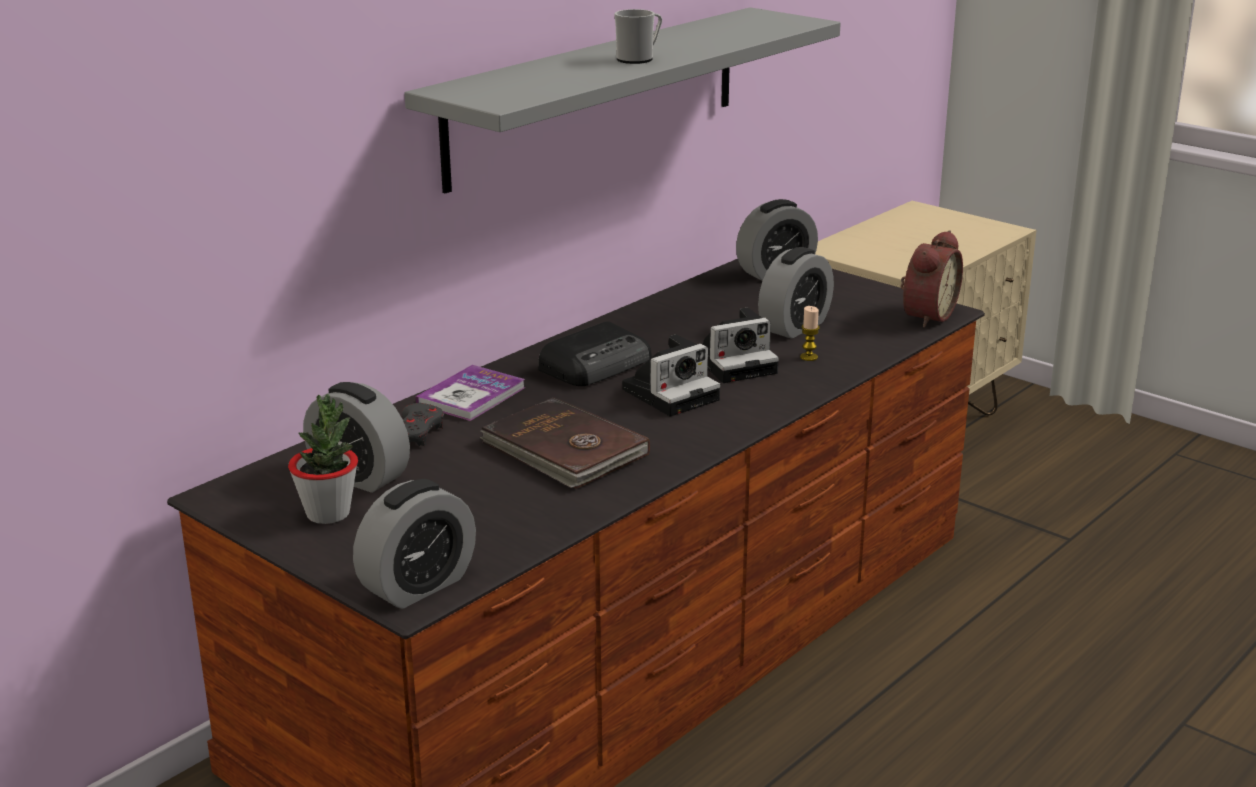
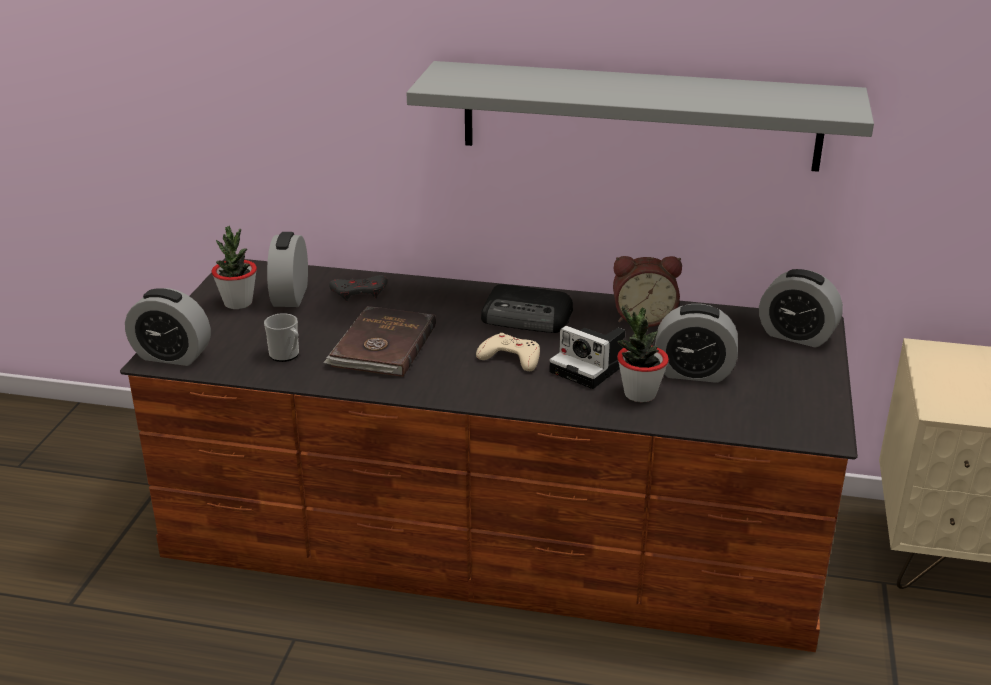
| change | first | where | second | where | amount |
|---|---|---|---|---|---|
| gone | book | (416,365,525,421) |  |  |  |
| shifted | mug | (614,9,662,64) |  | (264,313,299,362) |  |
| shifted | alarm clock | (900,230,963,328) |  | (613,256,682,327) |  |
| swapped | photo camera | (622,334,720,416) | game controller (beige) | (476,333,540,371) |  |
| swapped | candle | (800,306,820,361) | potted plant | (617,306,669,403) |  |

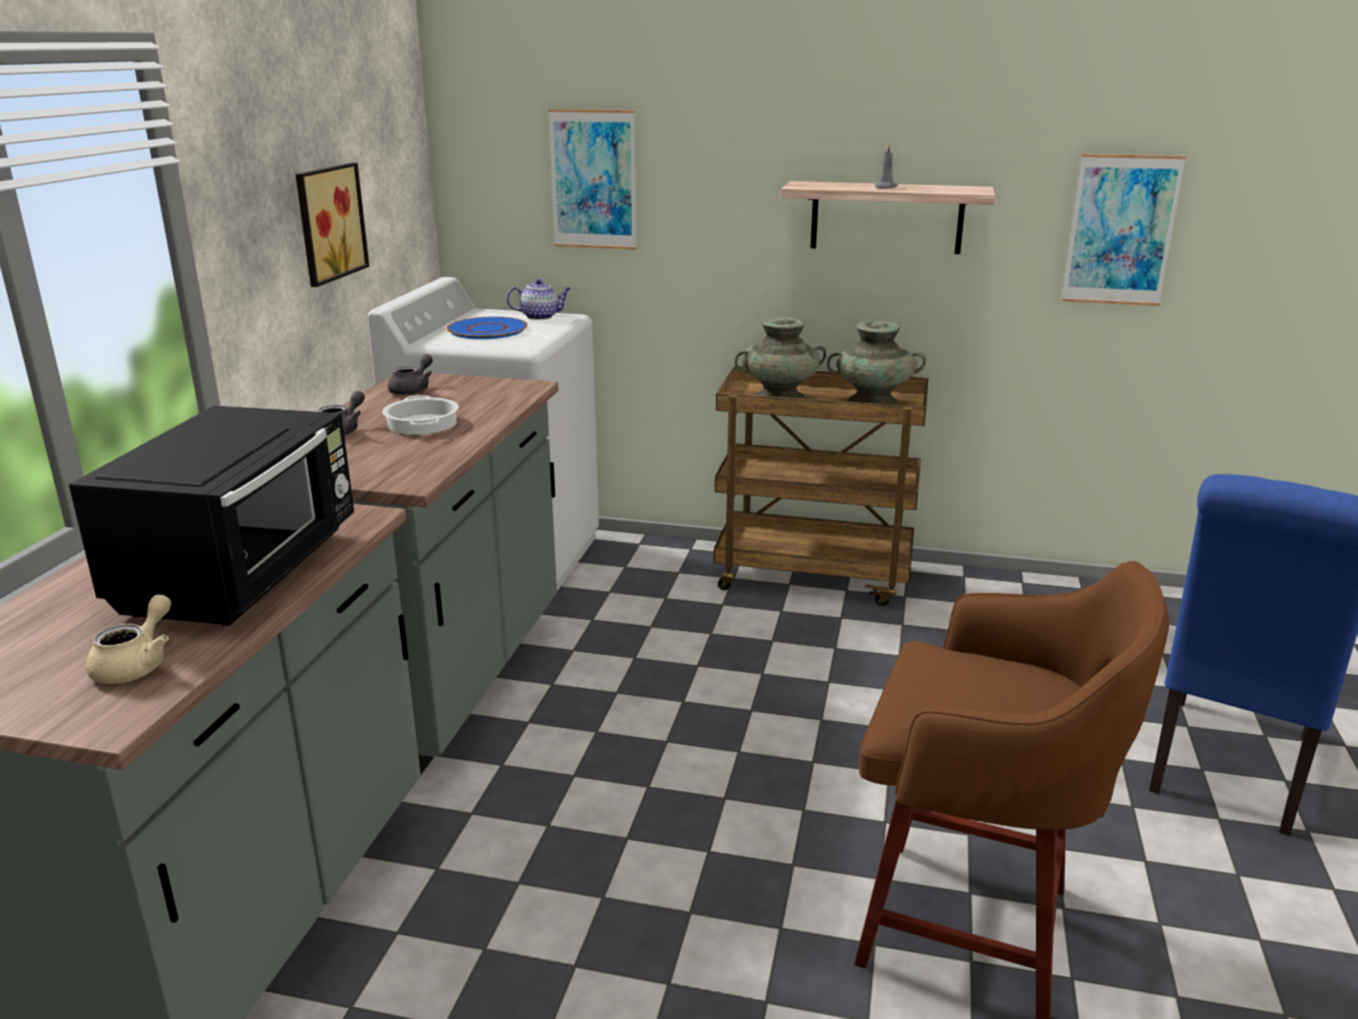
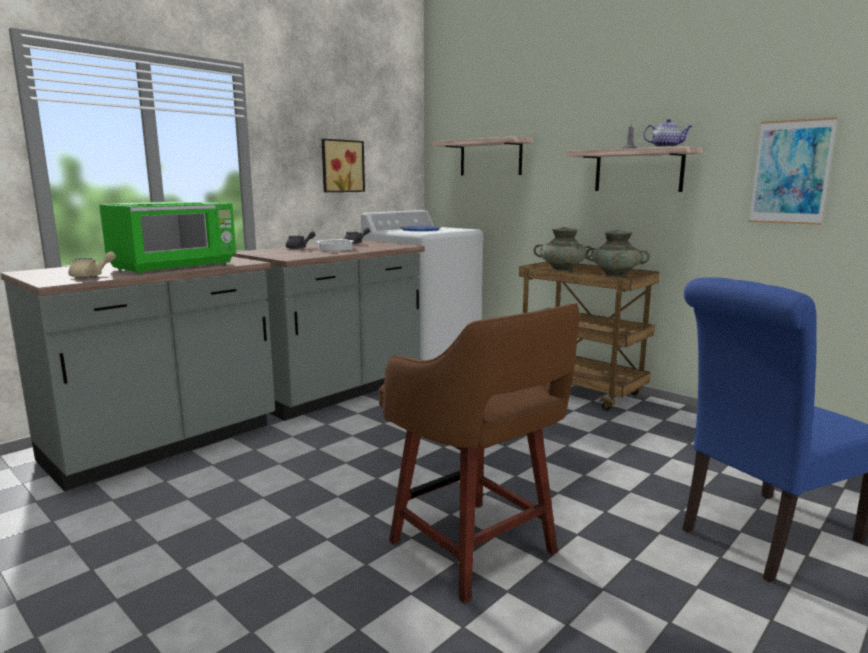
| change | first | where | second | where | amount |
|---|---|---|---|---|---|
| shifted | teapot | (506,279,571,320) |  | (643,119,692,147) |  |
| swapped | picture | (548,109,637,250) | shelf | (432,136,534,176) |  |
| repainted | microwave (black) | (69,406,354,626) | microwave (green) | (99,202,236,274) |  |

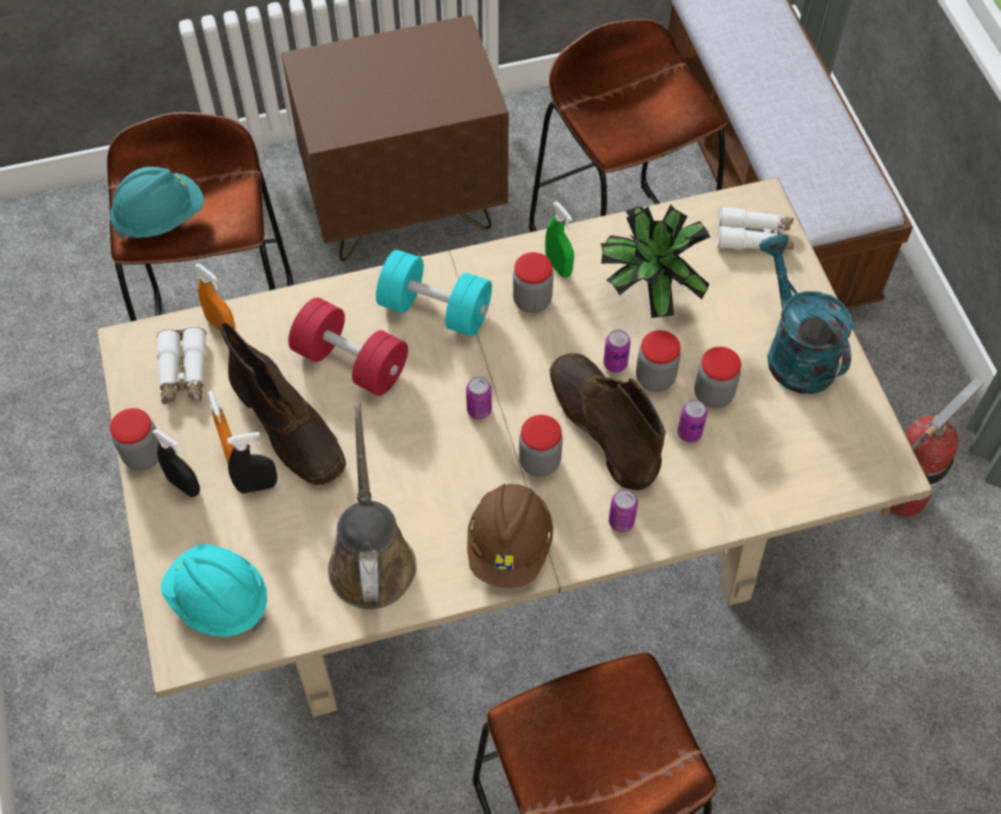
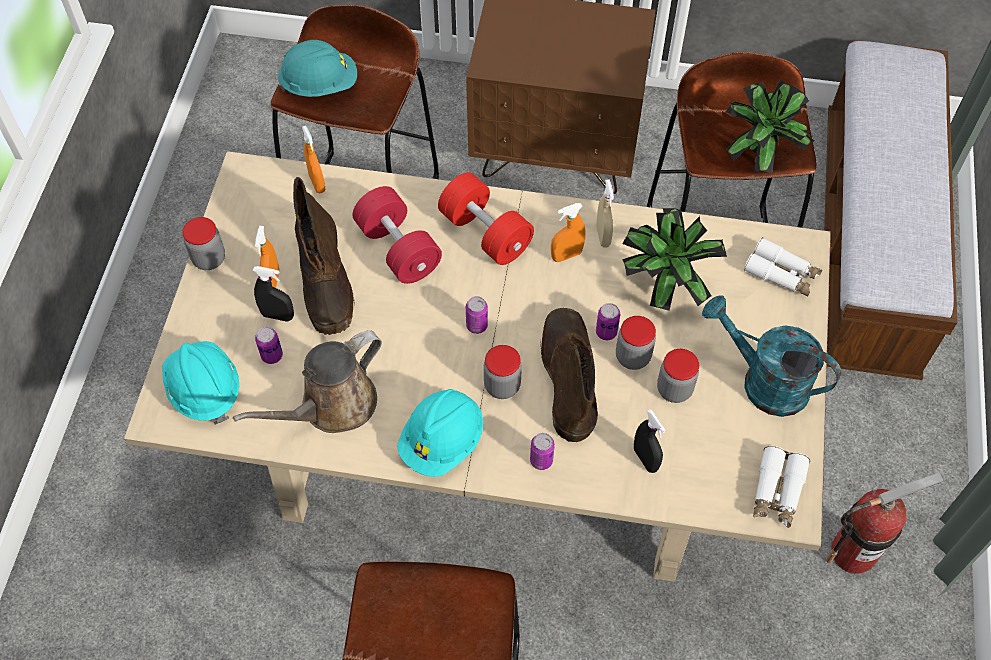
| change | first | where | second | where | amount |
|---|---|---|---|---|---|
| new |  |  | potted plant | (726,79,815,173) |  |
| shifted | spray bottle (black) | (153,428,200,497) |  | (634,409,666,473) |  |
| shifted | binoculars (white) | (157,326,206,404) |  | (753,446,810,528) |  |
| shifted | can | (677,399,707,442) |  | (255,327,283,364) |  |
| swapped | jar | (513,252,553,313) | spray bottle (orange) | (551,203,586,262) |  |
| repainted | dumbbell (turquoise) | (376,250,492,337) | dumbbell (red) | (438,172,534,265) |  |
| repainted | hard hat (brown) | (467,484,553,588) | hard hat (turquoise) | (397,389,483,477) |  |
| repainted | spray bottle (green) | (545,201,574,278) | spray bottle (beige) | (596,179,614,248) |  |
| rotated | watering can (brown) | (328,403,417,609) |  | (233,330,382,433) | 150 degrees counterclockwise |
| rotated | watering can (turquoise) | (759,234,853,394) |  | (702,295,841,417) | 60 degrees counterclockwise |

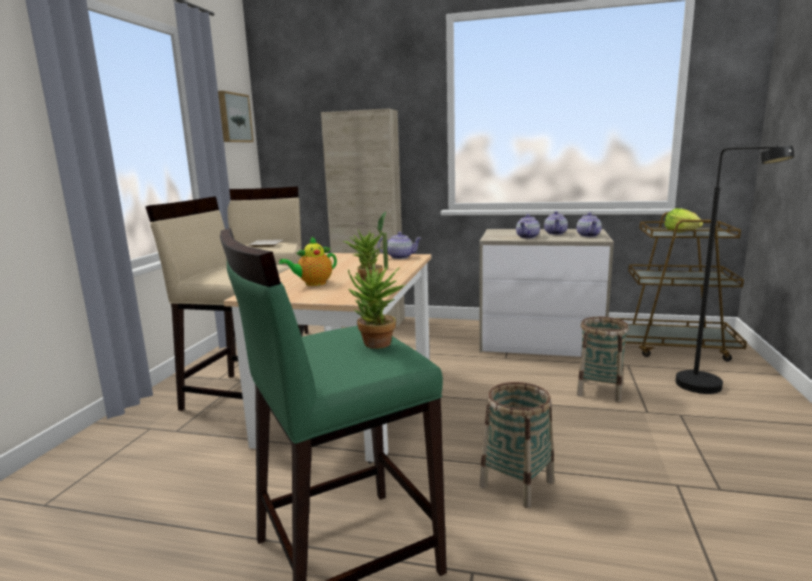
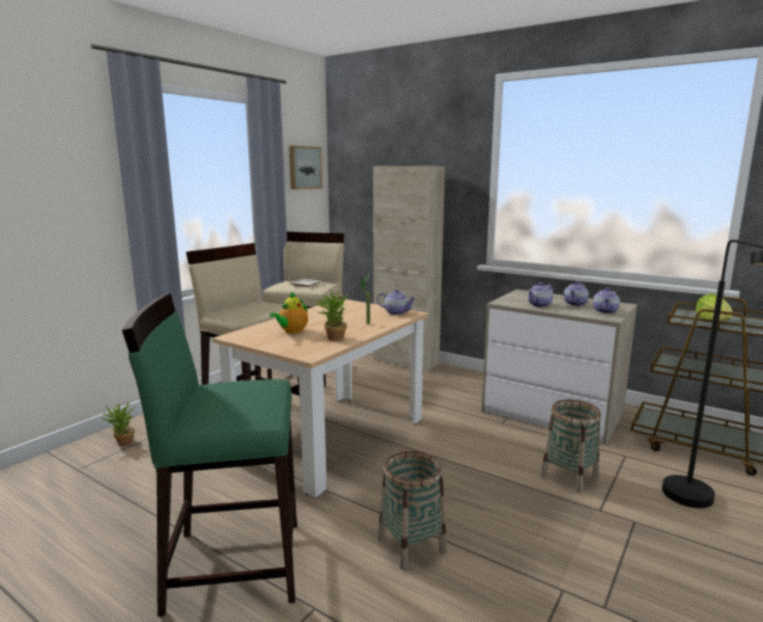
| change | first | where | second | where | amount |
|---|---|---|---|---|---|
| shifted | potted plant | (348,263,405,349) |  | (101,401,136,446) |  |
| rotated | teapot | (279,236,337,286) |  | (270,291,308,334) | 45 degrees counterclockwise |

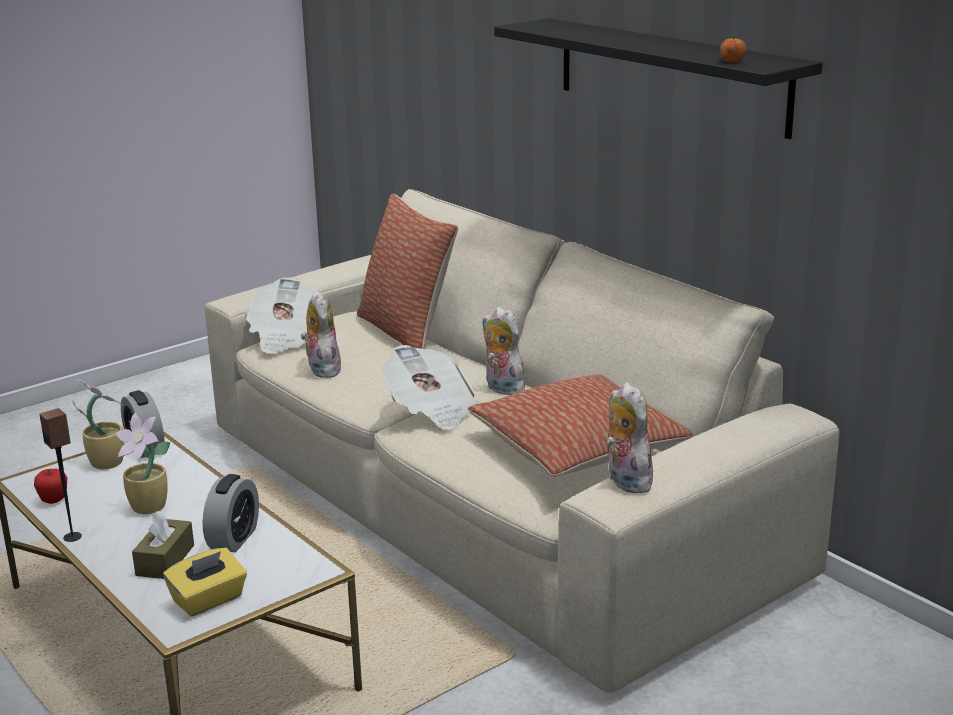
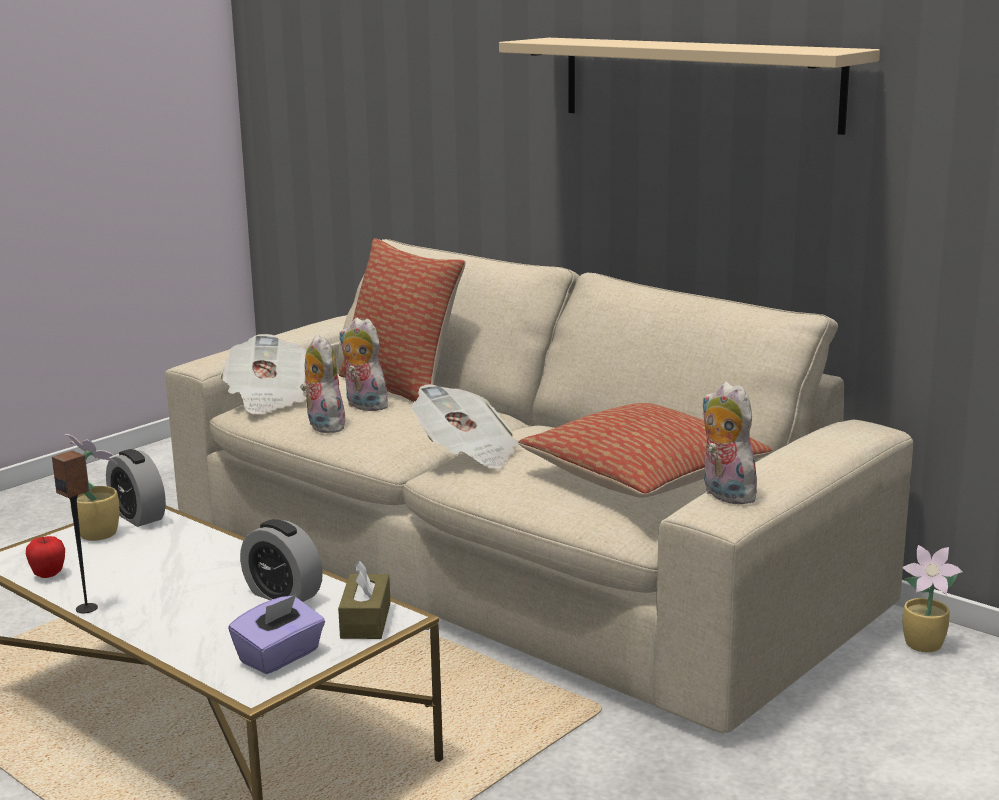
| change | first | where | second | where | amount |
|---|---|---|---|---|---|
| gone | apple | (720,34,746,62) |  |  |  |
| shifted | potted plant | (116,412,170,514) |  | (902,545,963,652) |  |
| shifted | tissue box (brown) | (132,511,194,579) |  | (338,560,391,639) |  |
| shifted | plush toy | (482,307,525,395) |  | (339,318,392,411) |  |
| repainted | tissue box (yellow) | (163,548,247,617) | tissue box (purple) | (228,595,325,674) |  |
| repainted | shelf (black) | (494,18,823,139) | shelf (beige) | (499,38,880,135) |  |
| rotated | alarm clock | (203,474,259,552) |  | (240,519,323,602) | 120 degrees clockwise |

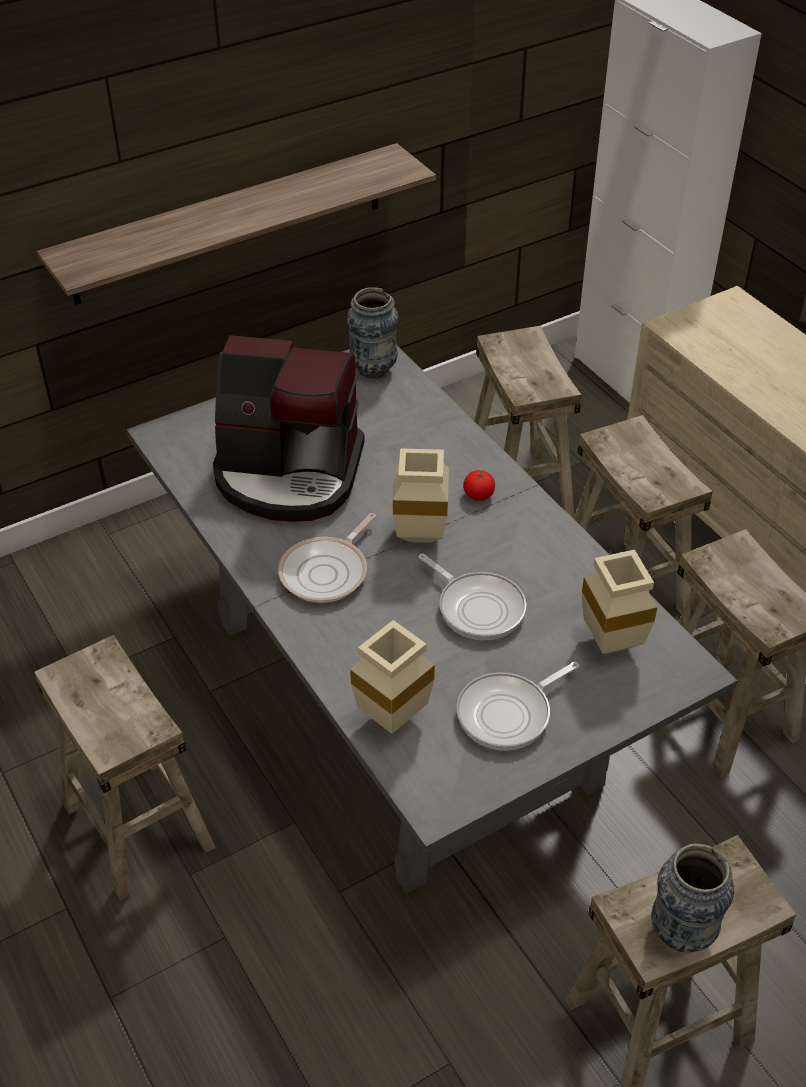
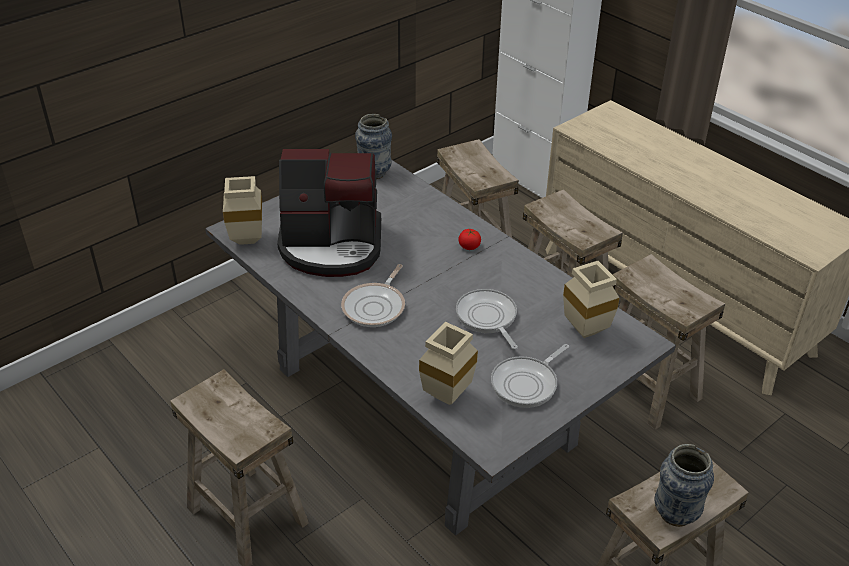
| change | first | where | second | where | amount |
|---|---|---|---|---|---|
| gone | shelf | (37,143,436,305) |  |  |  |
| shifted | vase (beige) | (393,448,449,543) |  | (223,176,262,245) |  |
| rotated | frying pan | (418,553,526,640) |  | (456,289,518,349) | 150 degrees counterclockwise |

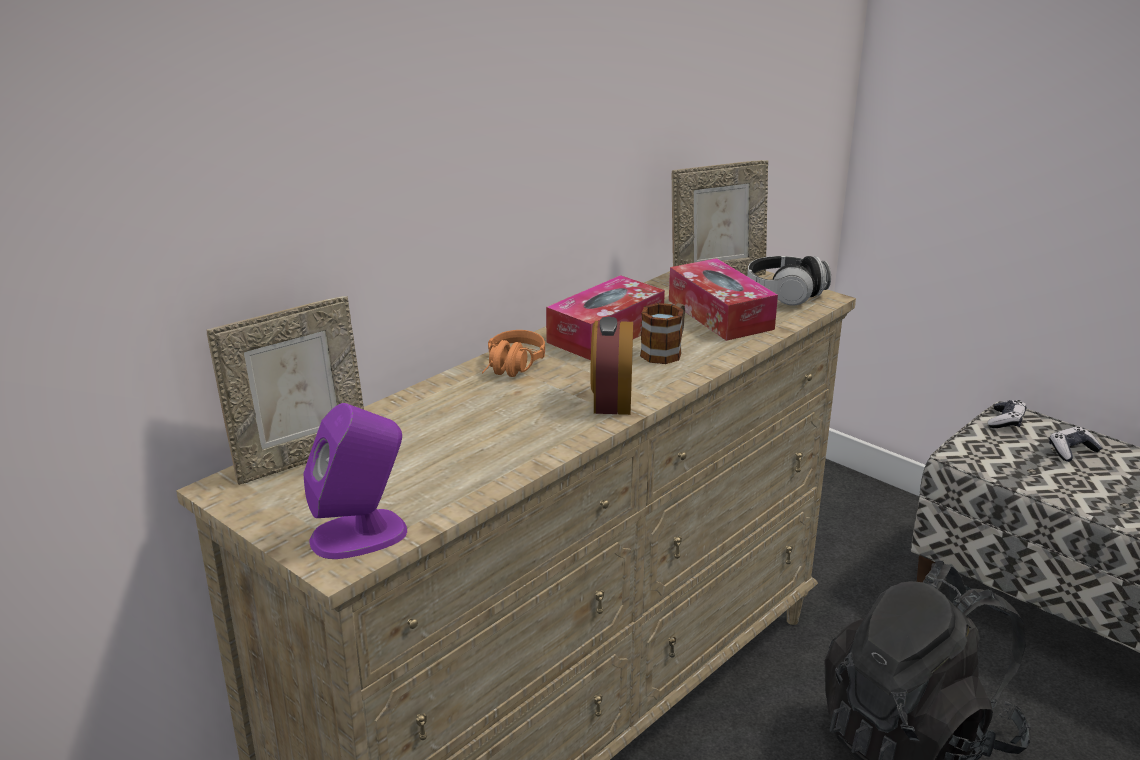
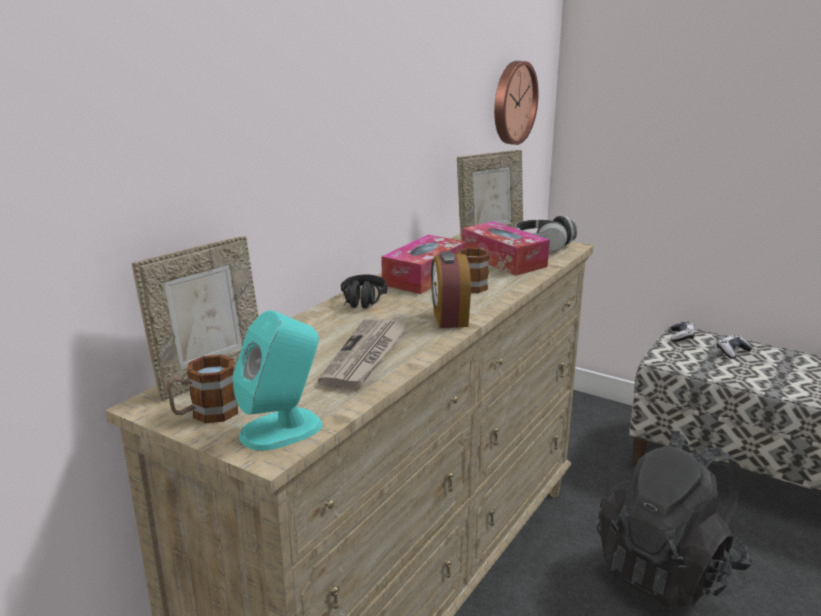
| change | first | where | second | where | amount |
|---|---|---|---|---|---|
| new |  |  | mug | (166,355,238,423) |  |
| new |  |  | newspaper | (318,318,408,389) |  |
| new |  |  | wall clock | (494,61,539,145) |  |
| repainted | speaker (purple) | (303,403,407,559) | speaker (turquoise) | (233,310,323,451) |  |
| repainted | headphones (orange) | (482,330,545,377) | headphones (black) | (341,275,387,309) |  |

